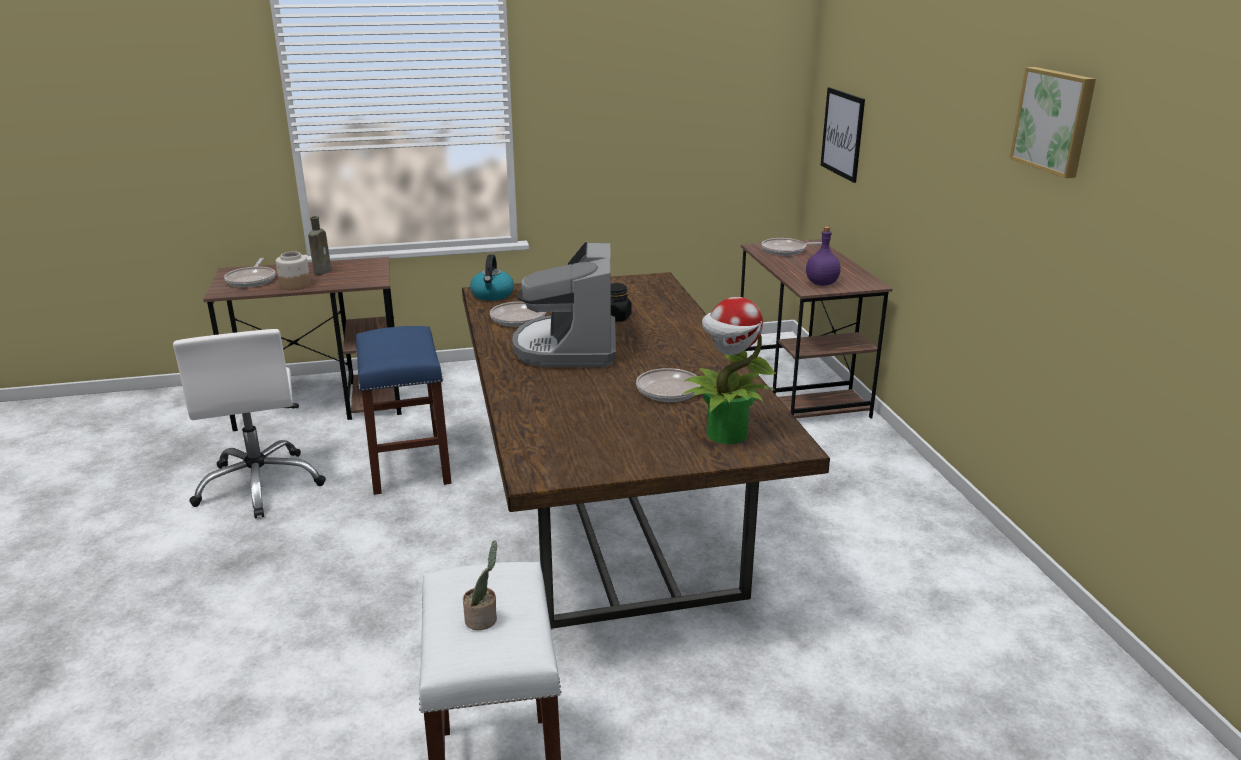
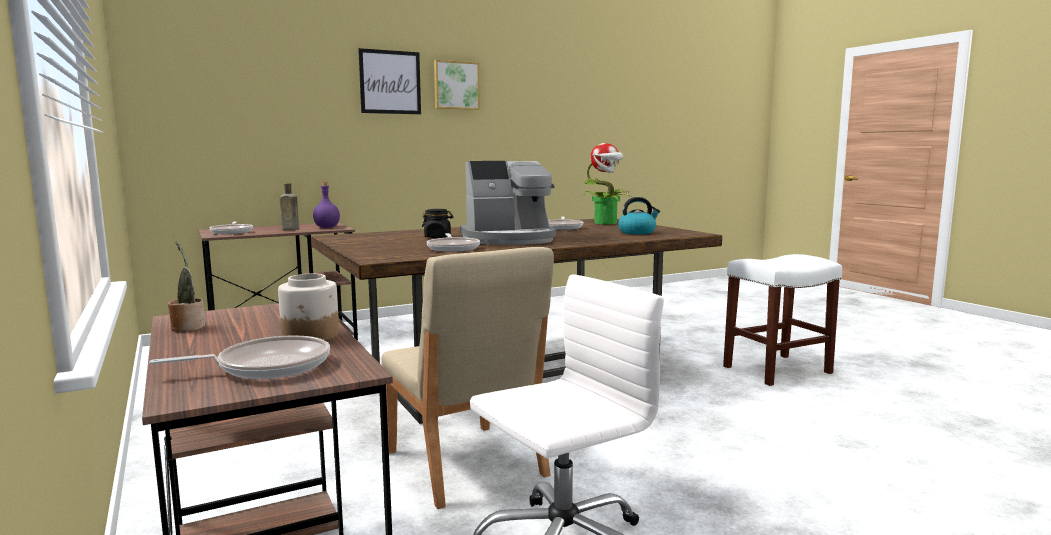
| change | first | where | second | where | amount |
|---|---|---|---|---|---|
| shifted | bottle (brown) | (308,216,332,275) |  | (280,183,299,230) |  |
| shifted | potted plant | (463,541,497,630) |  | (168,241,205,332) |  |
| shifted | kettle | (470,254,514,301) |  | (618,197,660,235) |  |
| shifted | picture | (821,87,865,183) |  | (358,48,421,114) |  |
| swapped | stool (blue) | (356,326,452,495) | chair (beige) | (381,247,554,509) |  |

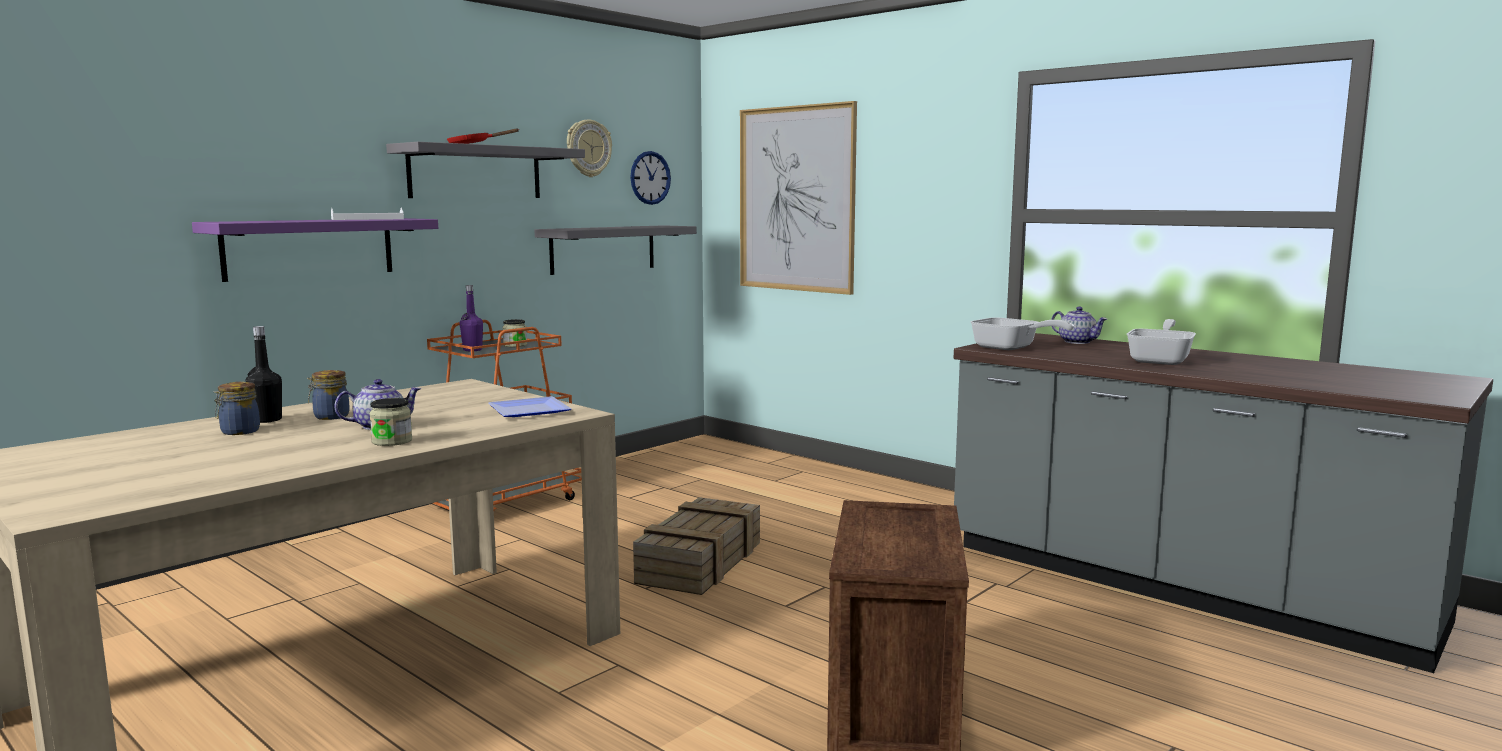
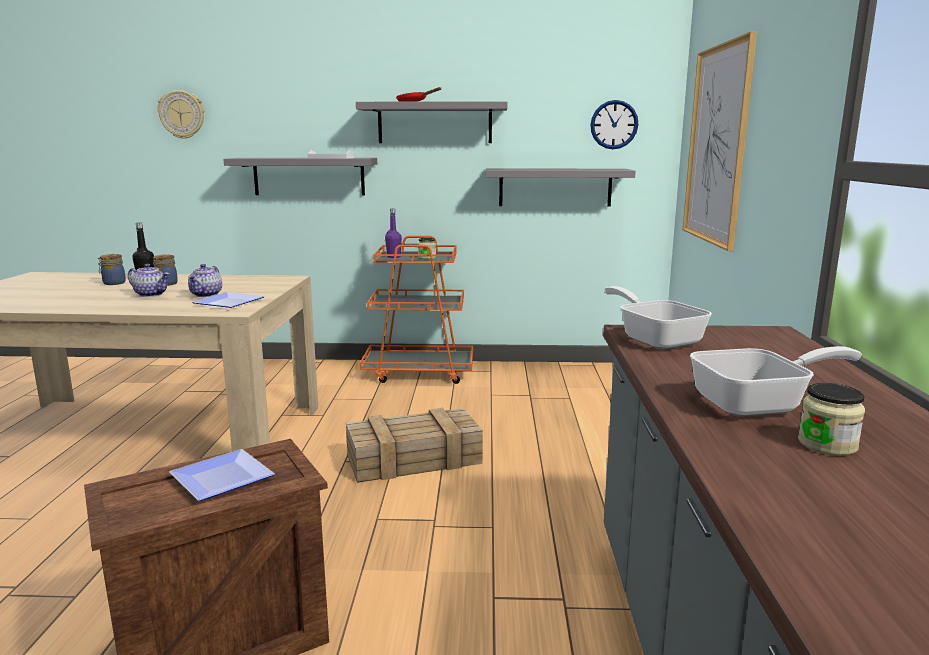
| change | first | where | second | where | amount |
|---|---|---|---|---|---|
| new |  |  | plate | (169,449,275,501) |  |
| shifted | jar | (369,398,412,446) |  | (798,383,865,456) |  |
| shifted | wall clock | (567,120,612,177) |  | (158,90,204,139) |  |
| shifted | teapot | (1051,307,1107,344) |  | (188,264,222,297) |  |
| repainted | shelf (purple) | (192,218,438,282) | shelf (grey) | (223,158,377,195) |  |
| rotated | frying pan | (970,318,1074,350) |  | (604,286,712,349) | 150 degrees clockwise |

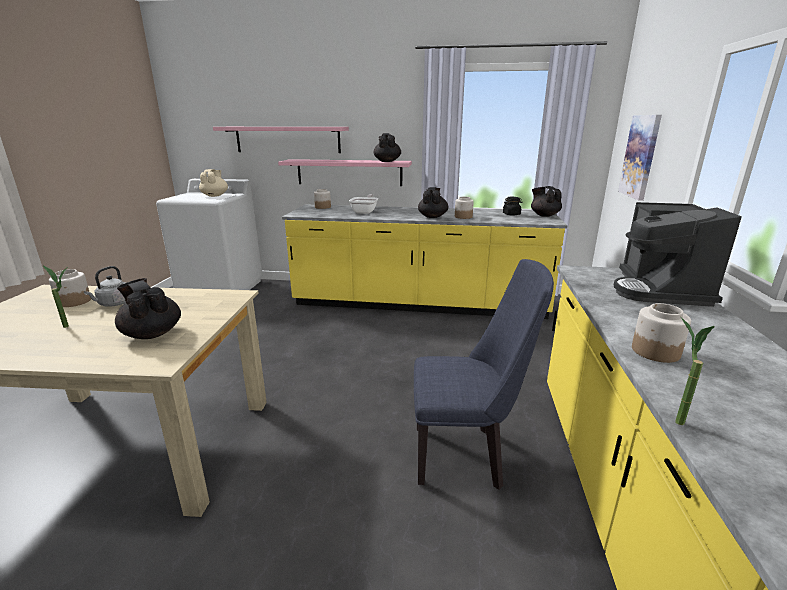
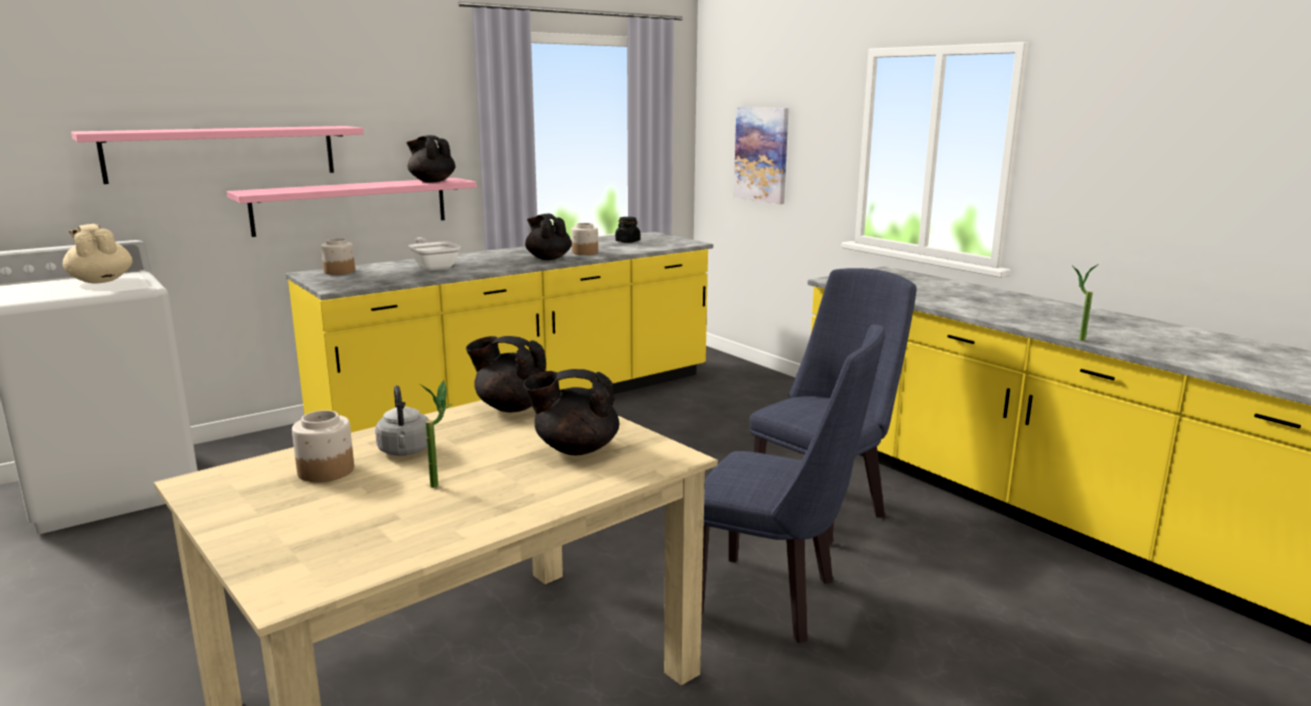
| change | first | where | second | where | amount |
|---|---|---|---|---|---|
| gone | coffee machine | (614,202,741,307) |  |  |  |
| gone | jar | (632,303,691,363) |  |  |  |
| new |  |  | chair (blue) | (702,325,885,643) |  |
| shifted | teapot (black) | (531,186,562,217) |  | (466,336,546,412) |  |

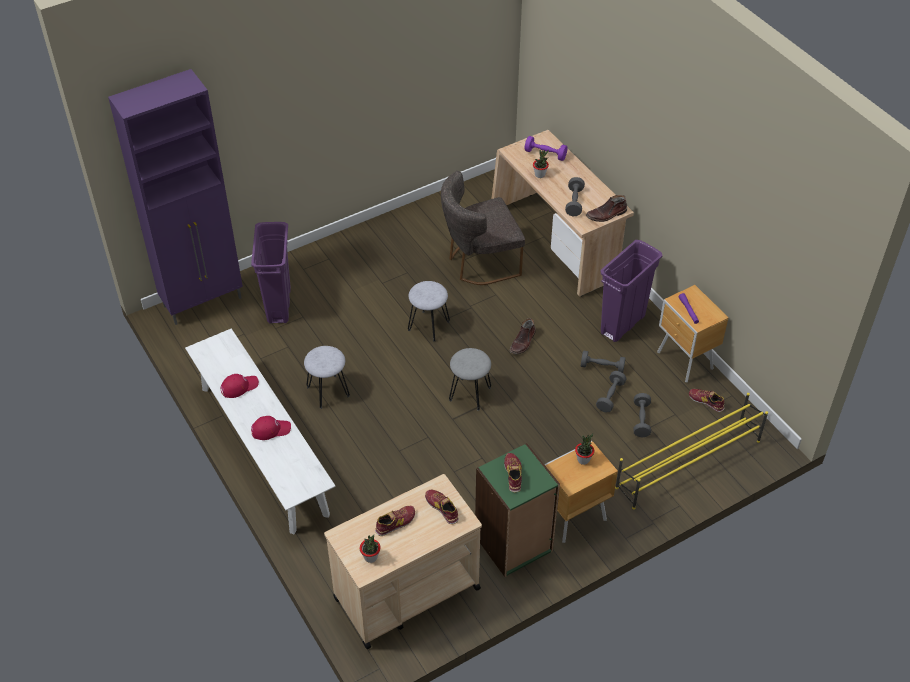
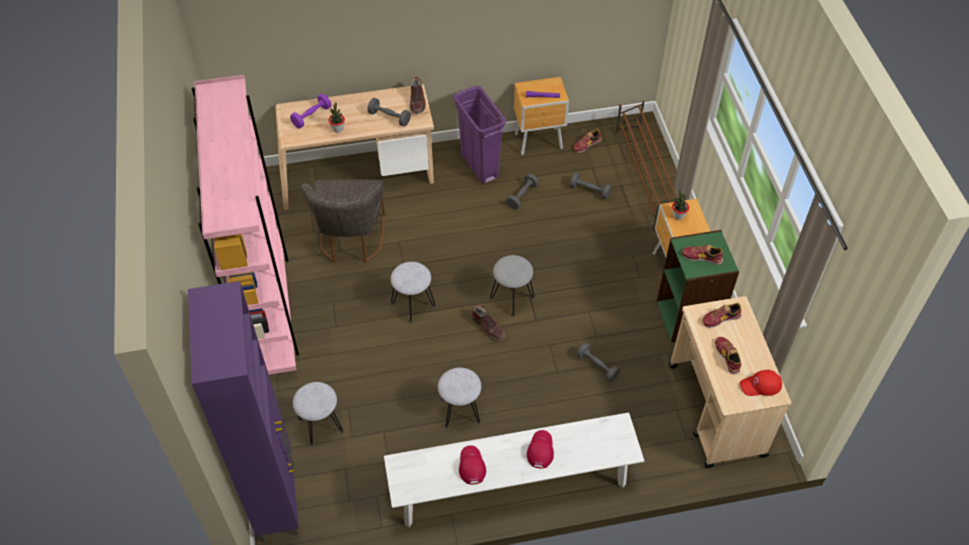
| change | first | where | second | where | amount |
|---|---|---|---|---|---|
| new |  |  | bookcase (pink) | (191,75,299,375) |  |
| shifted | boot (brown) | (509,318,536,354) |  | (471,305,506,341) |  |
| shifted | dumbbell (grey) | (596,371,627,412) |  | (576,343,620,382) |  |
| swapped | trash can (purple) | (251,222,291,324) | stool (grey) | (293,382,343,446) |  |
| swapped | potted plant | (360,535,381,563) | cap (red) | (740,370,782,396) |  |
| repainted | shoe rack (yellow) | (615,393,768,510) | shoe rack (brown) | (615,101,677,232) |  |

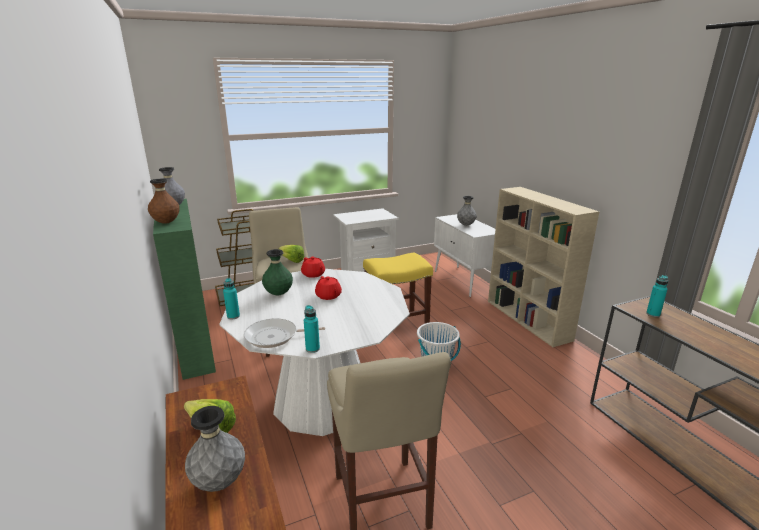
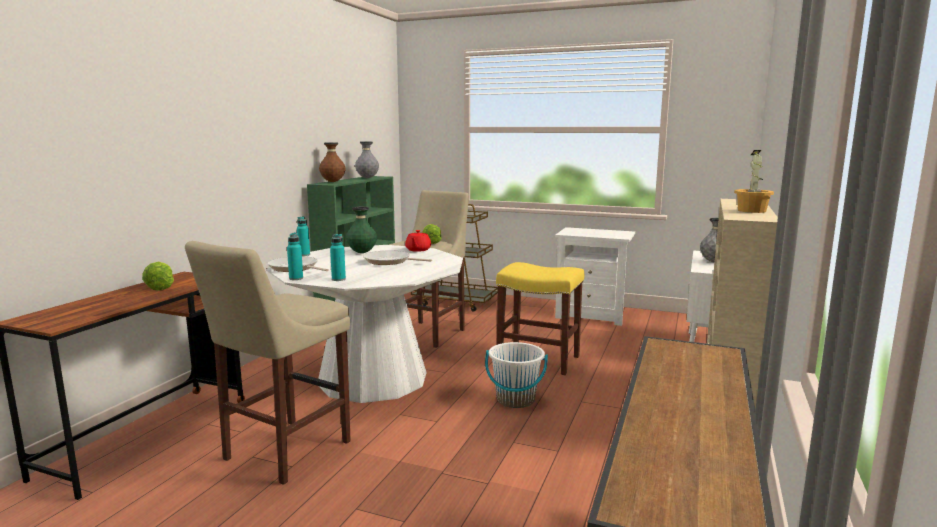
| change | first | where | second | where | amount |
|---|---|---|---|---|---|
| gone | vase (grey) | (185,406,245,492) |  |  |  |
| new |  |  | potted plant | (734,150,774,213) |  |
| shifted | bottle (turquoise) | (646,275,668,317) |  | (330,234,346,281) |  |
| swapped | teapot (red) | (315,276,342,300) | frying pan | (363,250,432,265) |  |

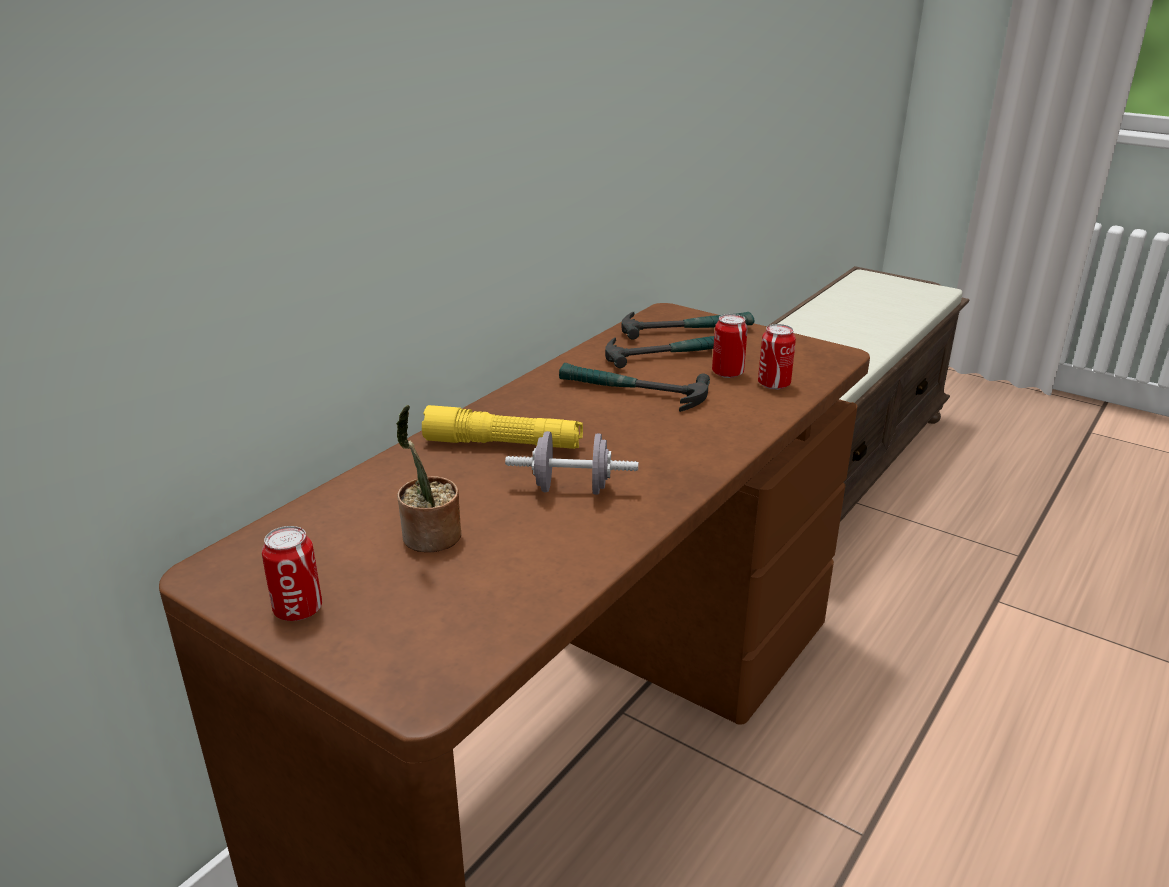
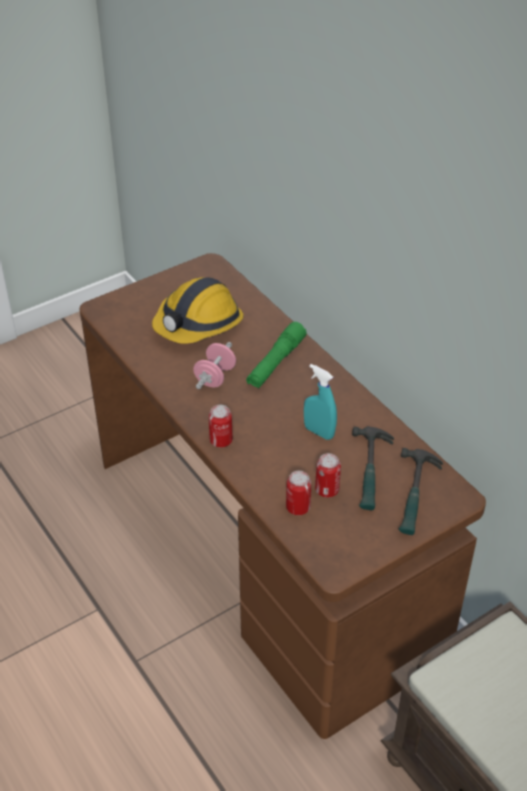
| change | first | where | second | where | amount |
|---|---|---|---|---|---|
| shifted | can | (262,526,322,621) |  | (209,405,233,447) |  |
| swapped | potted plant | (396,405,461,552) | hard hat | (152,277,244,344) |  |
| swapped | hammer | (559,363,710,412) | spray bottle (turquoise) | (304,364,337,440) |  |
| repainted | flashlight (yellow) | (422,405,583,449) | flashlight (green) | (246,322,307,388) |  |
| repainted | dumbbell (grey) | (505,431,638,495) | dumbbell (pink) | (193,342,236,389) |  |

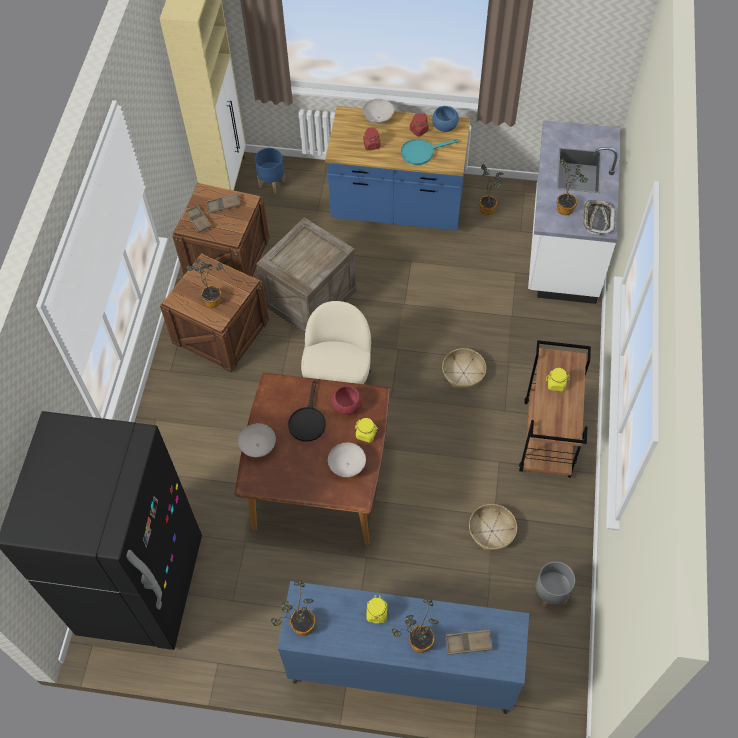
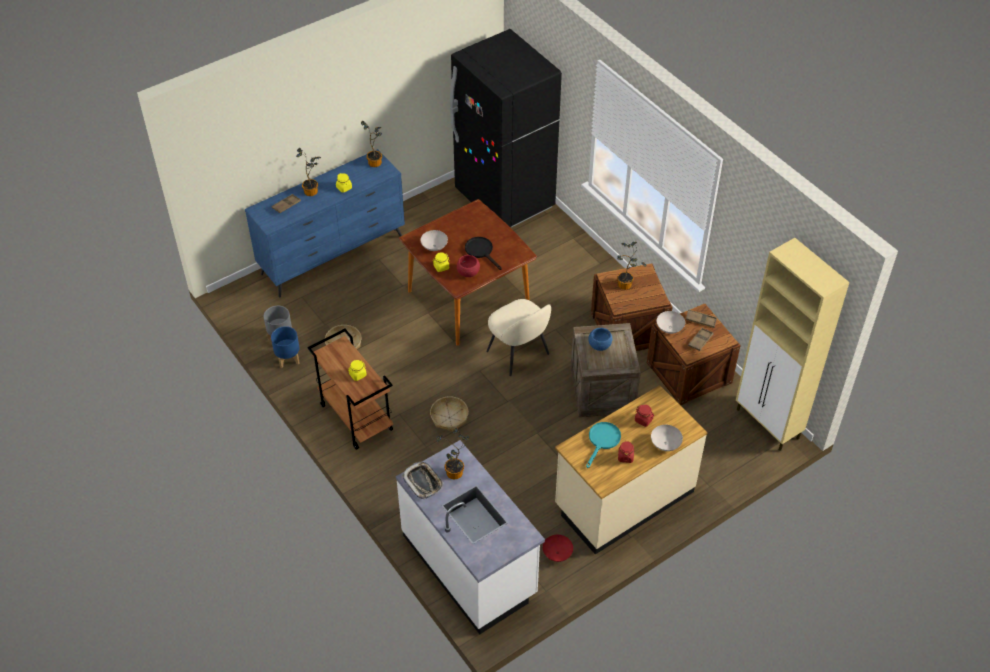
| change | first | where | second | where | amount |
|---|---|---|---|---|---|
| shifted | bowl (white) | (238,423,276,457) |  | (657,311,685,334) |  |
| shifted | planter (blue) | (255,148,285,194) |  | (271,326,300,368) |  |
| shifted | bowl (blue) | (432,106,459,132) |  | (588,328,612,351) |  |
| swapped | potted plant | (479,164,504,215) | bowl (red) | (542,535,573,562) |  |
| repainted | counter (blue) | (325,106,470,231) | counter (beige) | (555,385,708,555) |  |

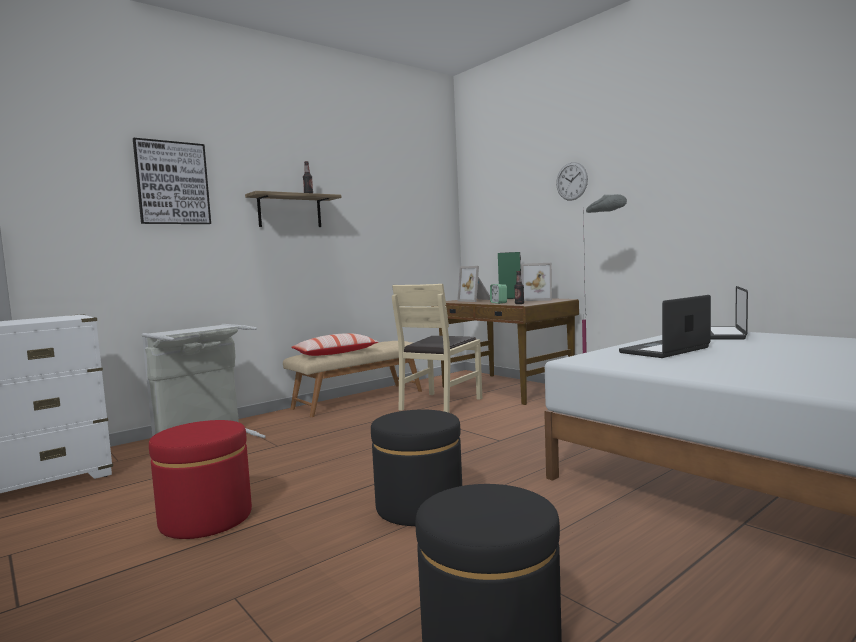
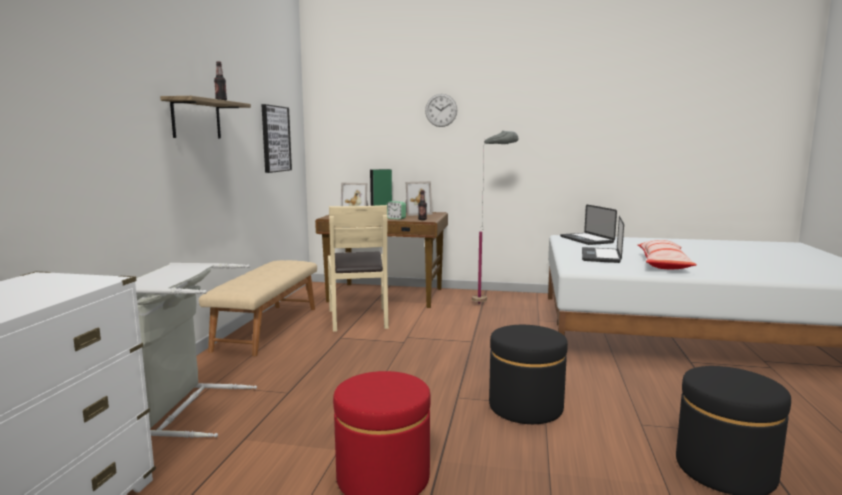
| change | first | where | second | where | amount |
|---|---|---|---|---|---|
| shifted | picture | (133,138,211,224) |  | (261,104,292,173) |  |
| shifted | pillow | (291,333,378,356) |  | (637,240,697,269) |  |

